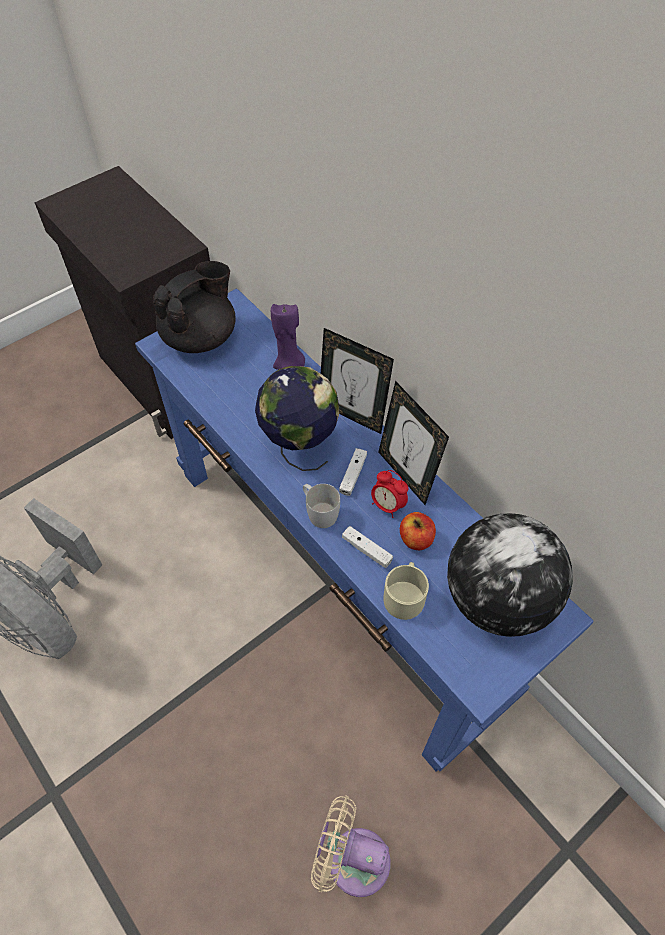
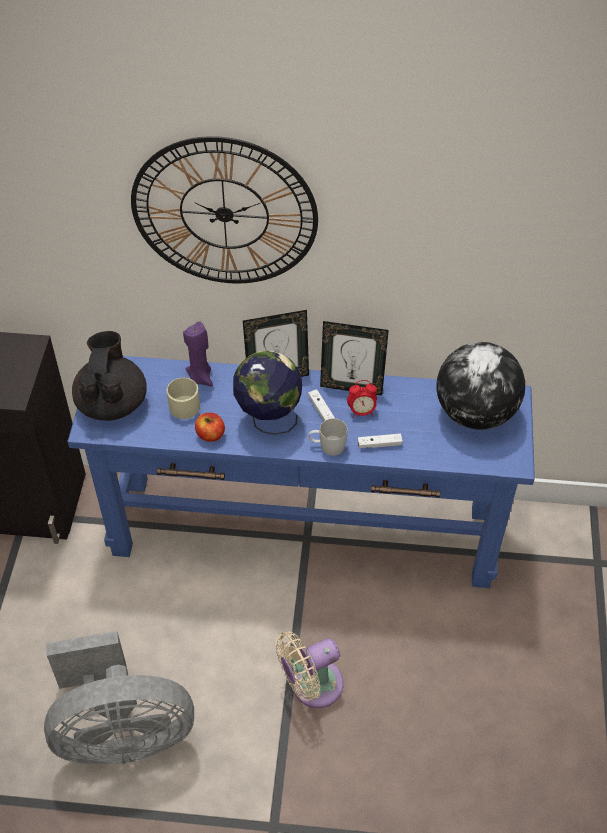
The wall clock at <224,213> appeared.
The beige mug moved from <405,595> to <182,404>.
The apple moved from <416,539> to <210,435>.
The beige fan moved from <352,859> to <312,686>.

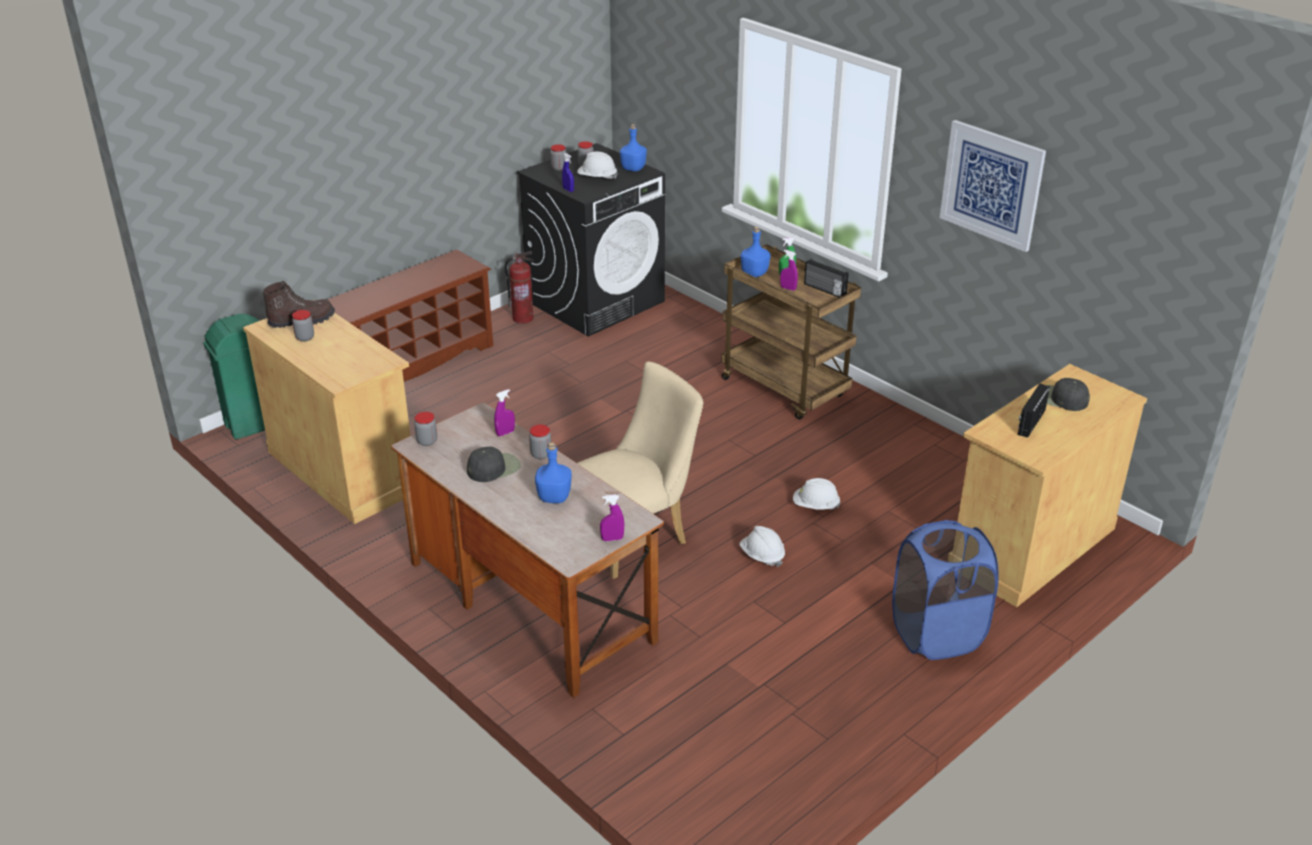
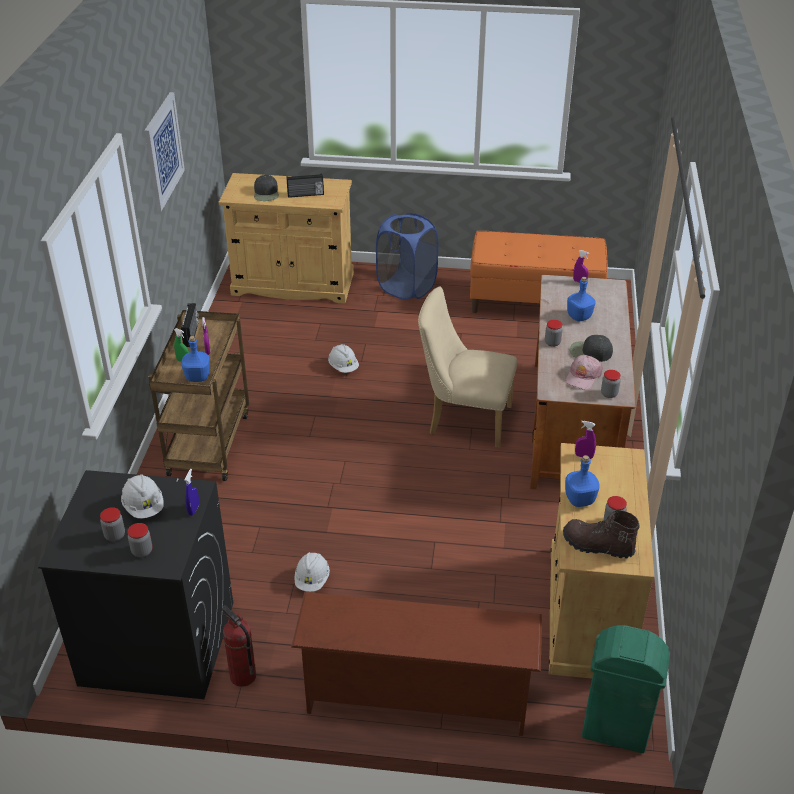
The white hard hat moved from <762,556> to <312,580>.
The orange bench at <535,301> appeared.
The pink cap at <583,376> appeared.
The blue bottle moved from <633,168> to <579,499>.
The purple spray bottle moved from <505,433> to <584,456>.

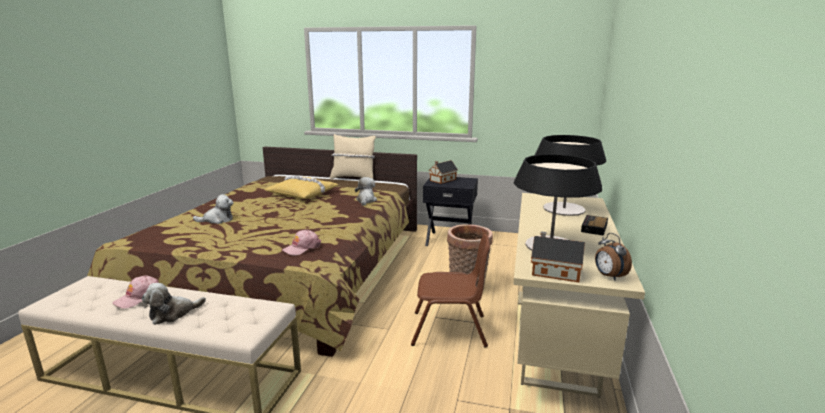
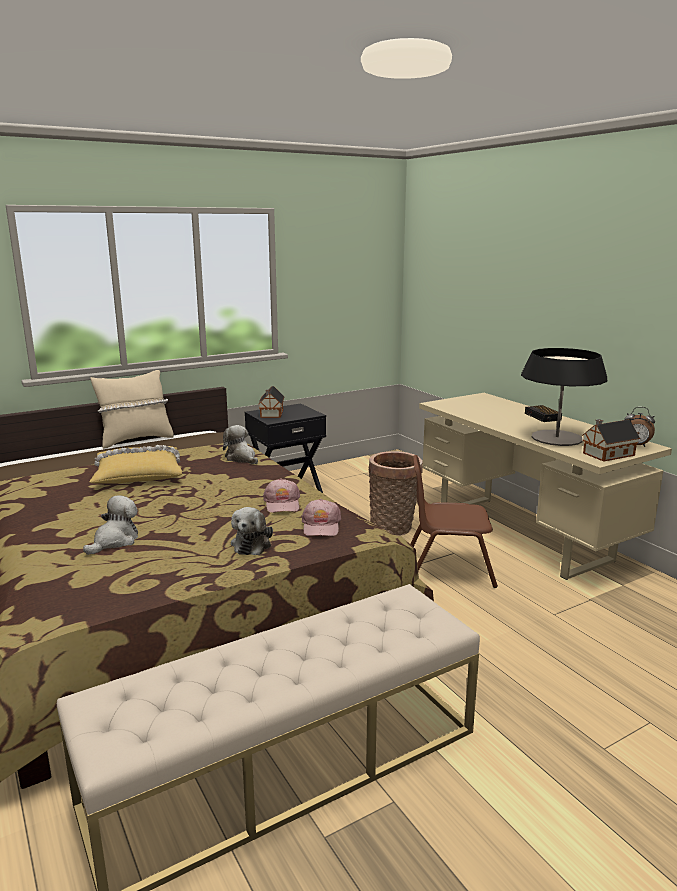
The plush toy moved from <173,314> to <252,544>.
The pink cap moved from <139,297> to <282,503>.
The brown chair at <449,330> turned 135 degrees counterclockwise.
The table lamp at <564,209> disappeared.

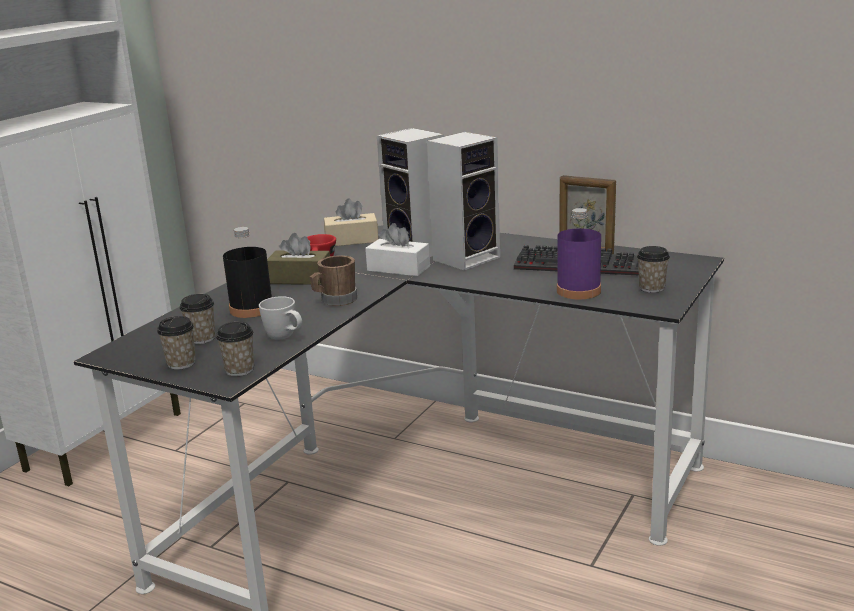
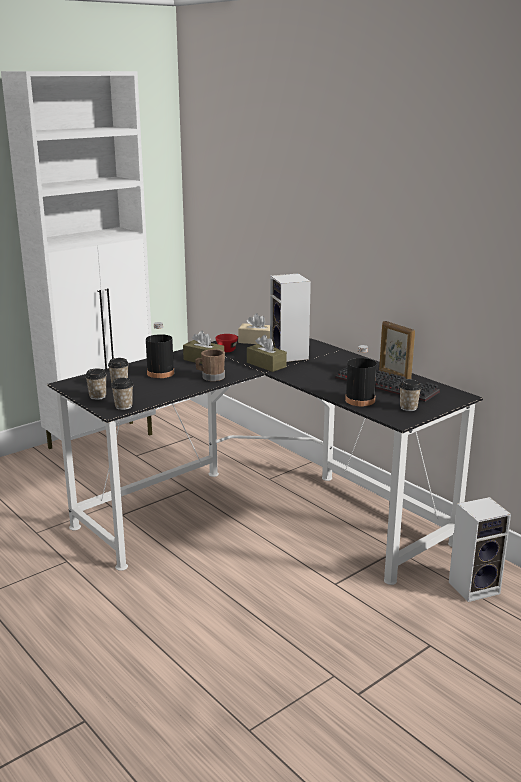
The white tissue box at <398,268> became the brown tissue box at <266,365>.
The purple bottle at <578,291> became the black bottle at <360,400>.
The speaker moved from <467,258> to <475,587>.
The white mug at <285,337> disappeared.

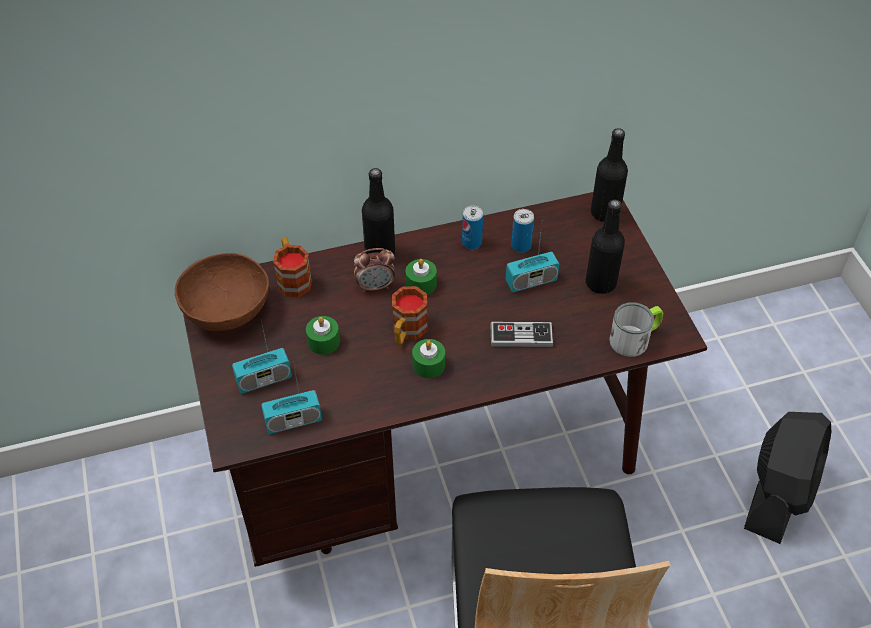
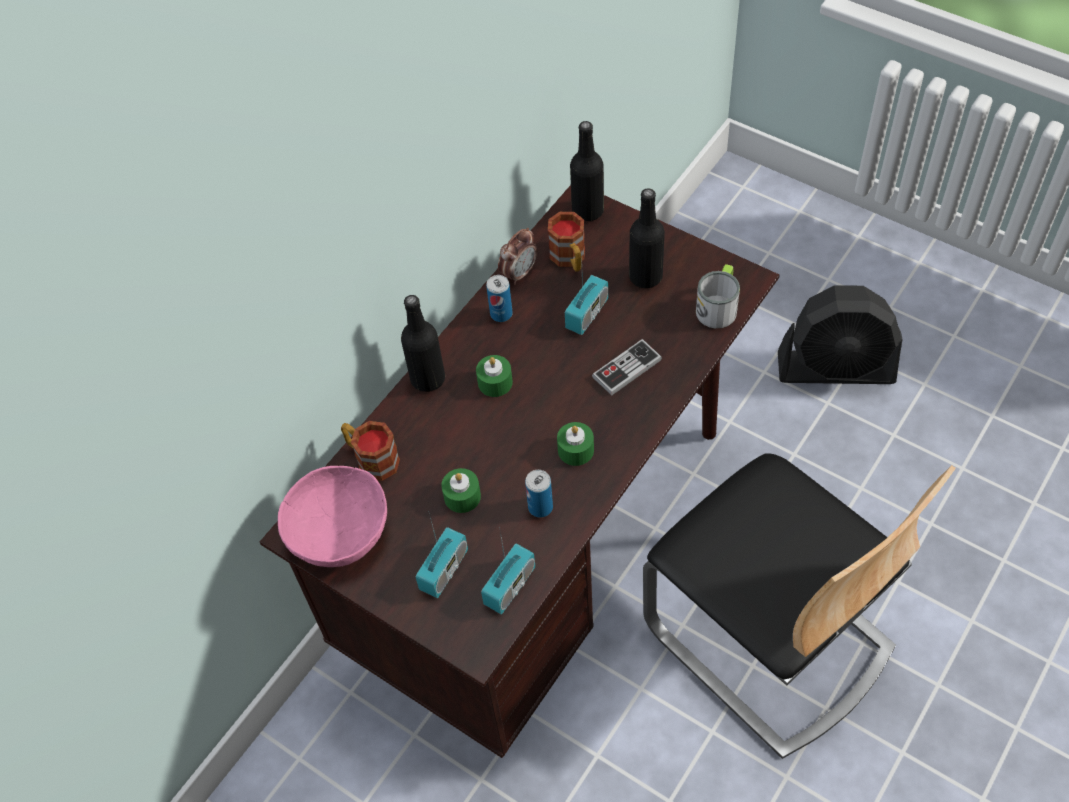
The brown bowl at <227,310> became the pink bowl at <340,533>.
The alarm clock moved from <375,286> to <519,273>.
The can moved from <521,246> to <540,507>.
The mug moved from <407,332> to <570,259>.
The black fan at <778,492> turned 105 degrees clockwise.

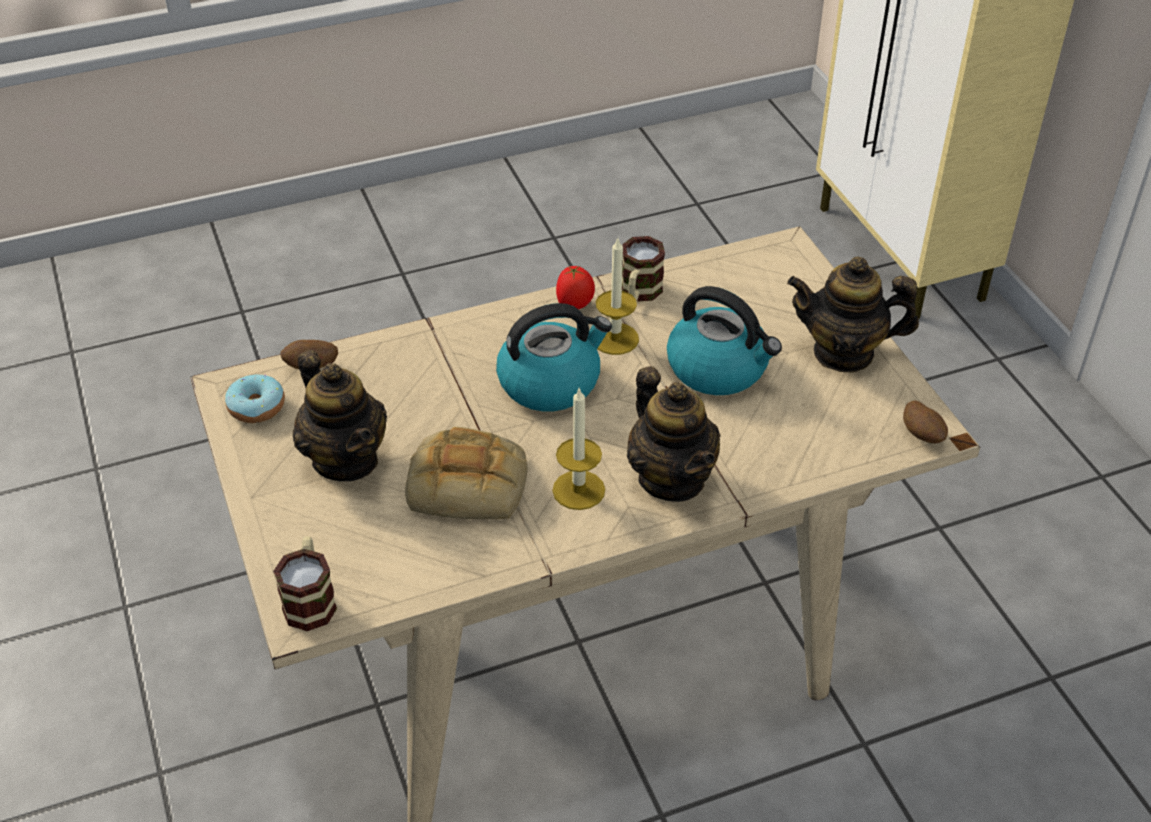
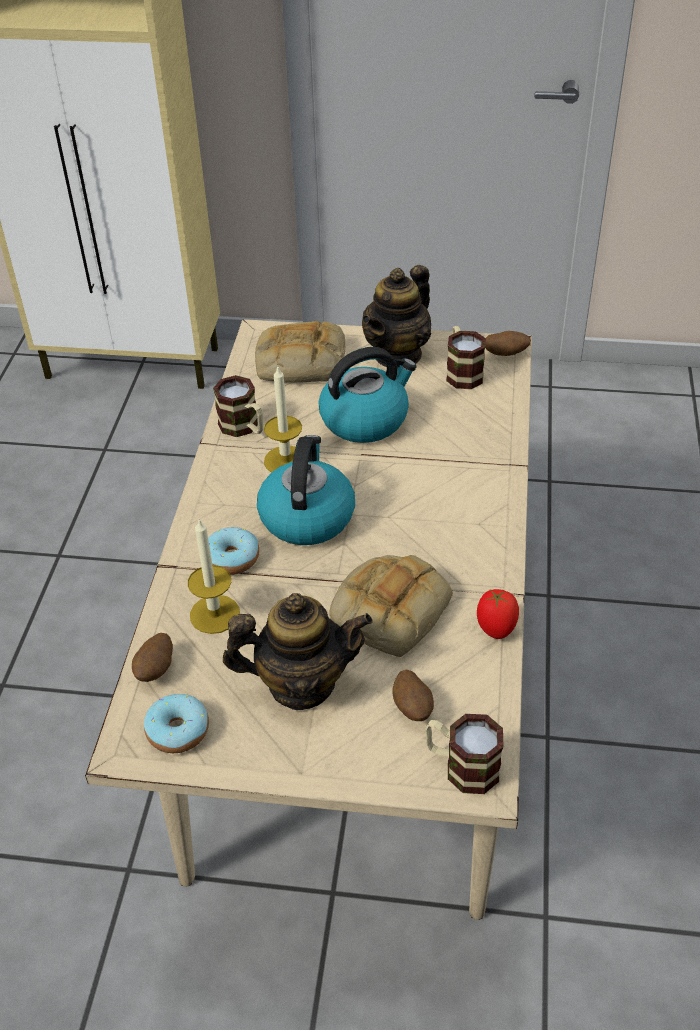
The candle moved from <578,490> to <214,614>.
The donut at <232,558> appeared.
The bread at <299,362> appeared.
The potato at <413,708> appeared.
The mug at <462,372> appeared.
The tomato moved from <575,306> to <496,629>.
The teapot at <671,479> disappeared.

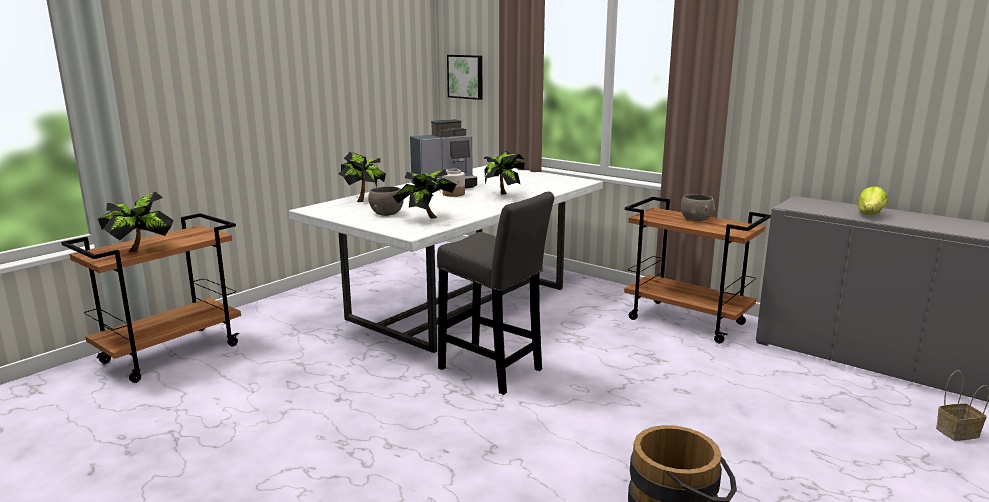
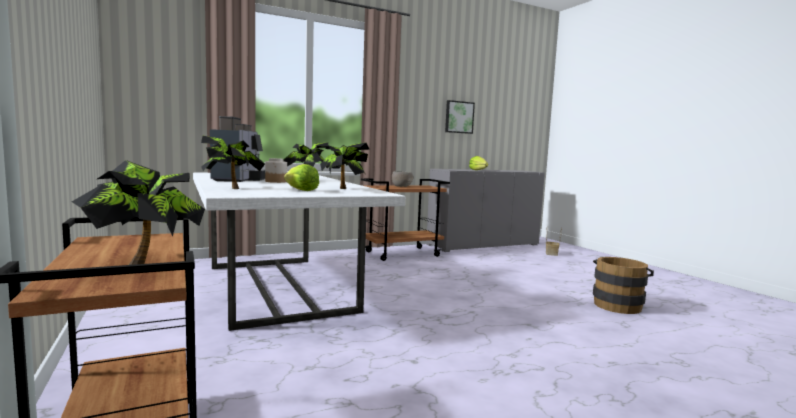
The grey bowl at <386,213> was replaced by the lettuce at <301,190>.
The picture moved from <466,76> to <458,117>.
The grey stool at <494,371> disappeared.

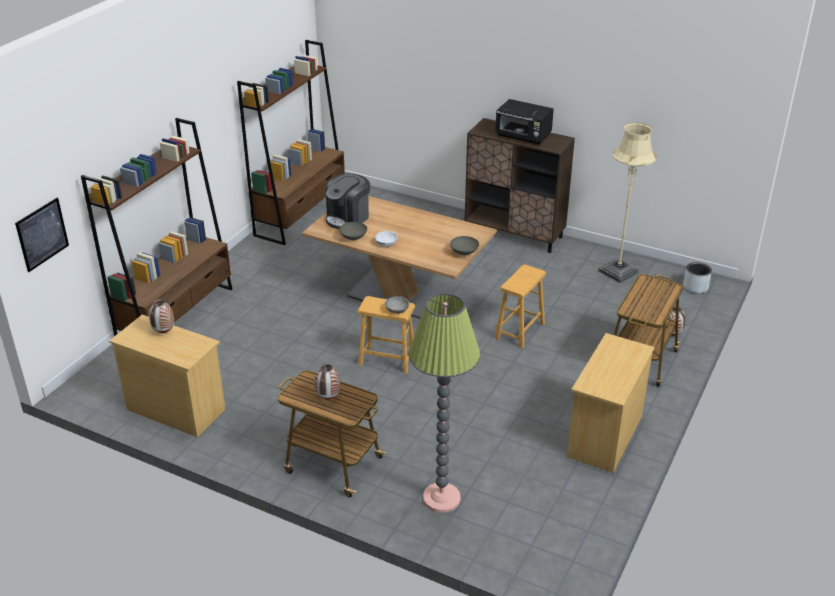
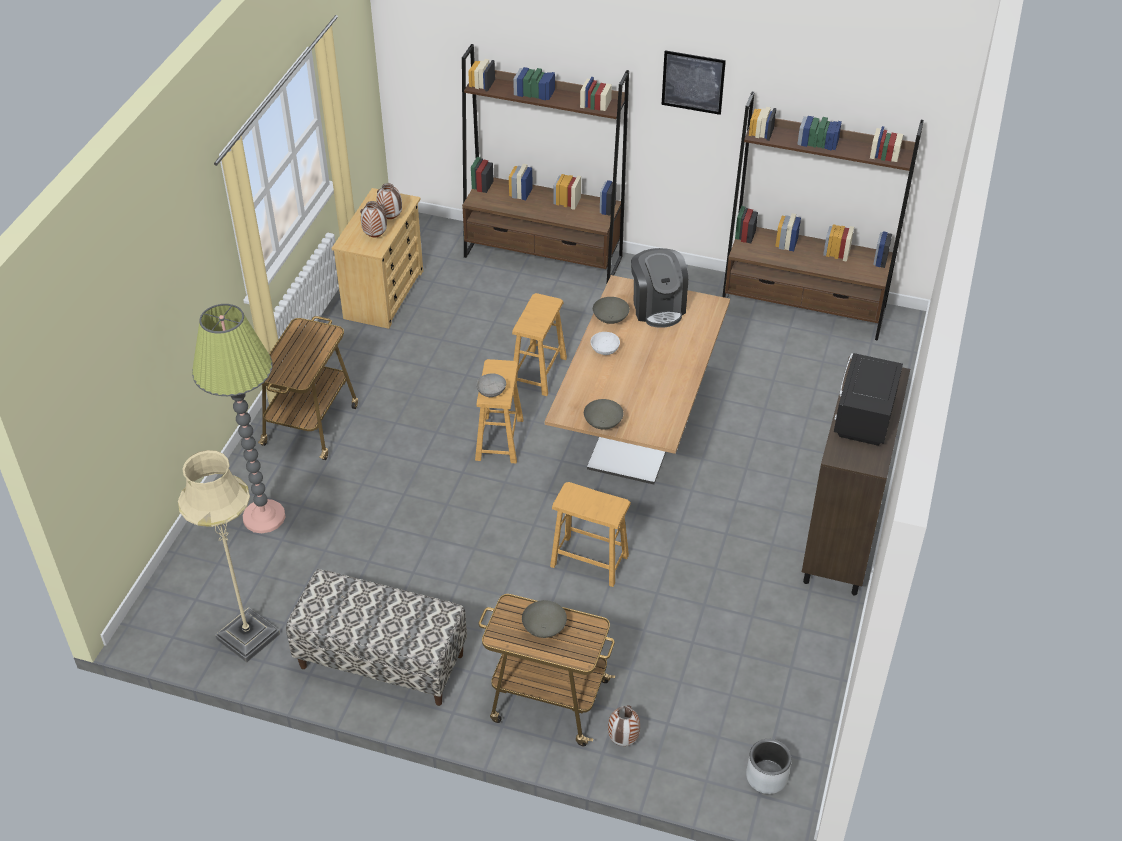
The beige floor lamp moved from <618,272> to <248,637>.
The beige dresser at <604,437> was replaced by the bench at <381,661>.
The vase moved from <328,398> to <375,236>.
The brown stool at <538,372> appeared.
The grey bowl at <544,629> appeared.
The coffee machine at <348,218> turned 135 degrees counterclockwise.
The picture moved from <42,234> to <693,82>.

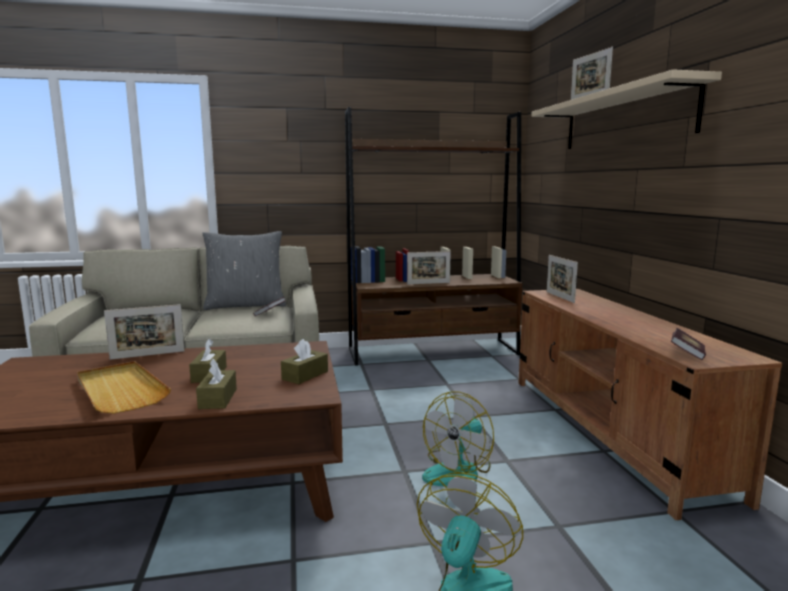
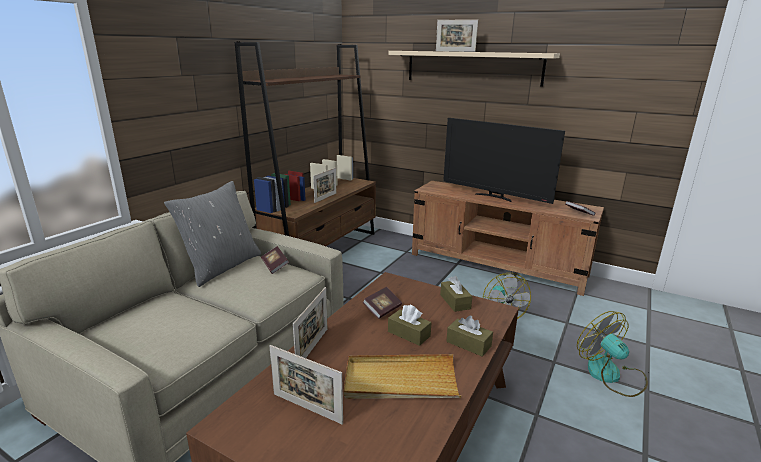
The picture frame moved from <560,297> to <307,408>.
The book at <382,310> appeared.
The television at <494,197> appeared.

